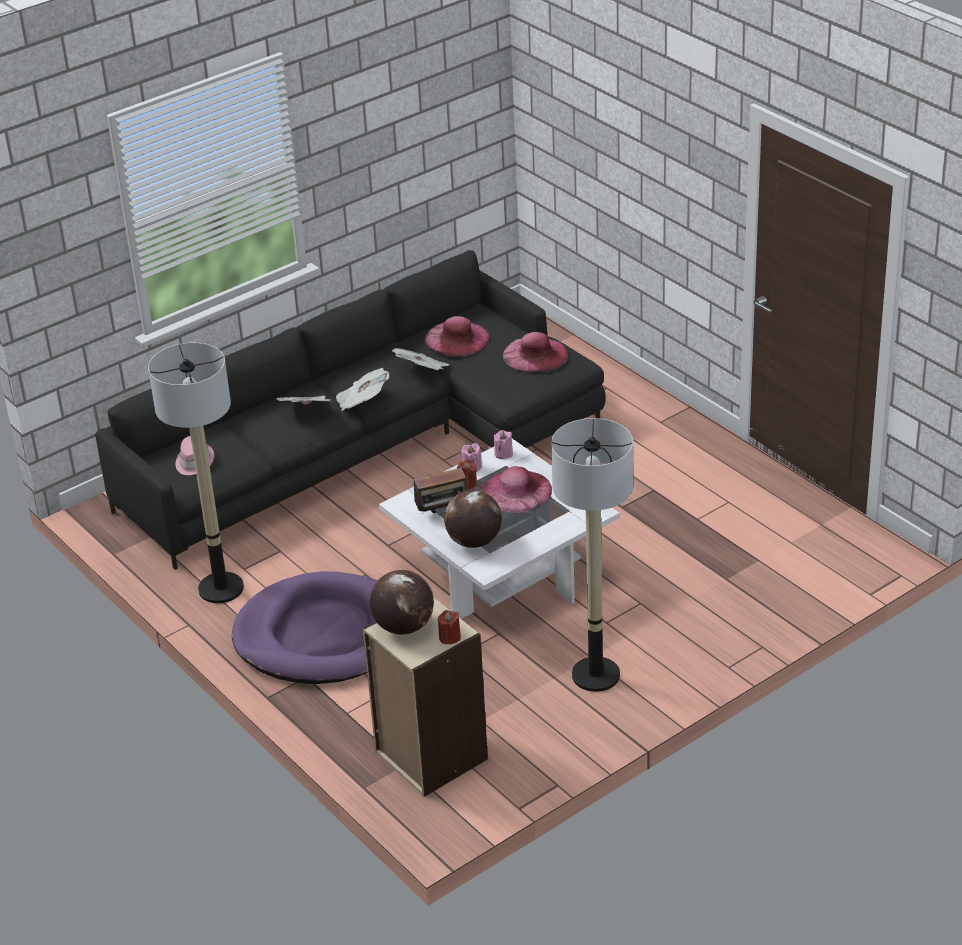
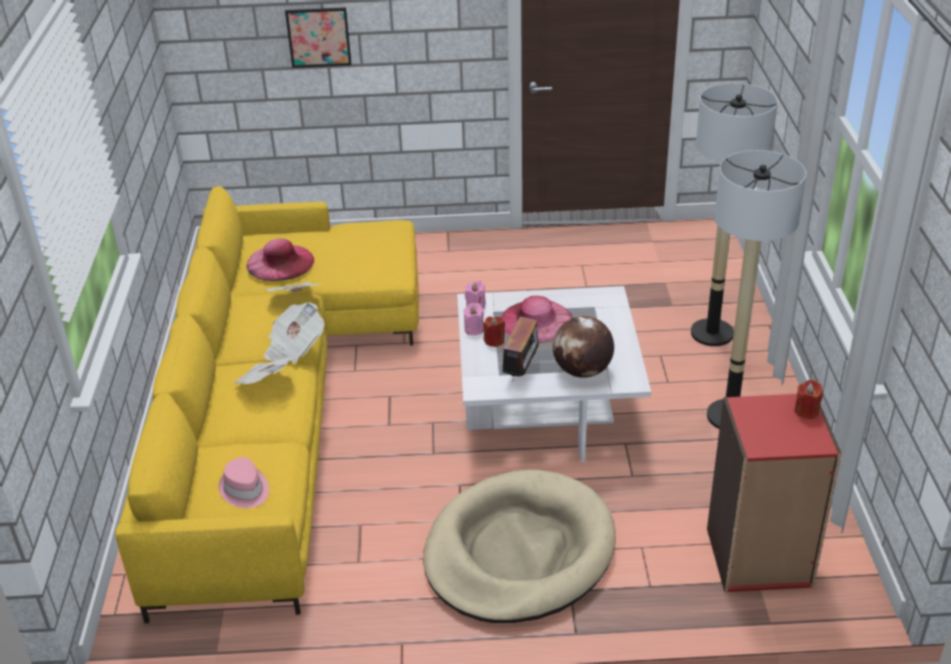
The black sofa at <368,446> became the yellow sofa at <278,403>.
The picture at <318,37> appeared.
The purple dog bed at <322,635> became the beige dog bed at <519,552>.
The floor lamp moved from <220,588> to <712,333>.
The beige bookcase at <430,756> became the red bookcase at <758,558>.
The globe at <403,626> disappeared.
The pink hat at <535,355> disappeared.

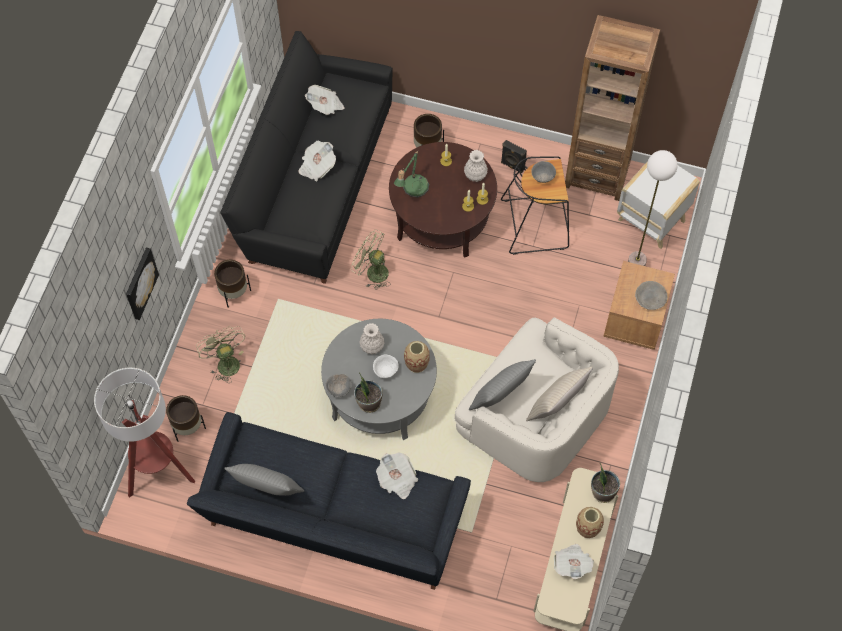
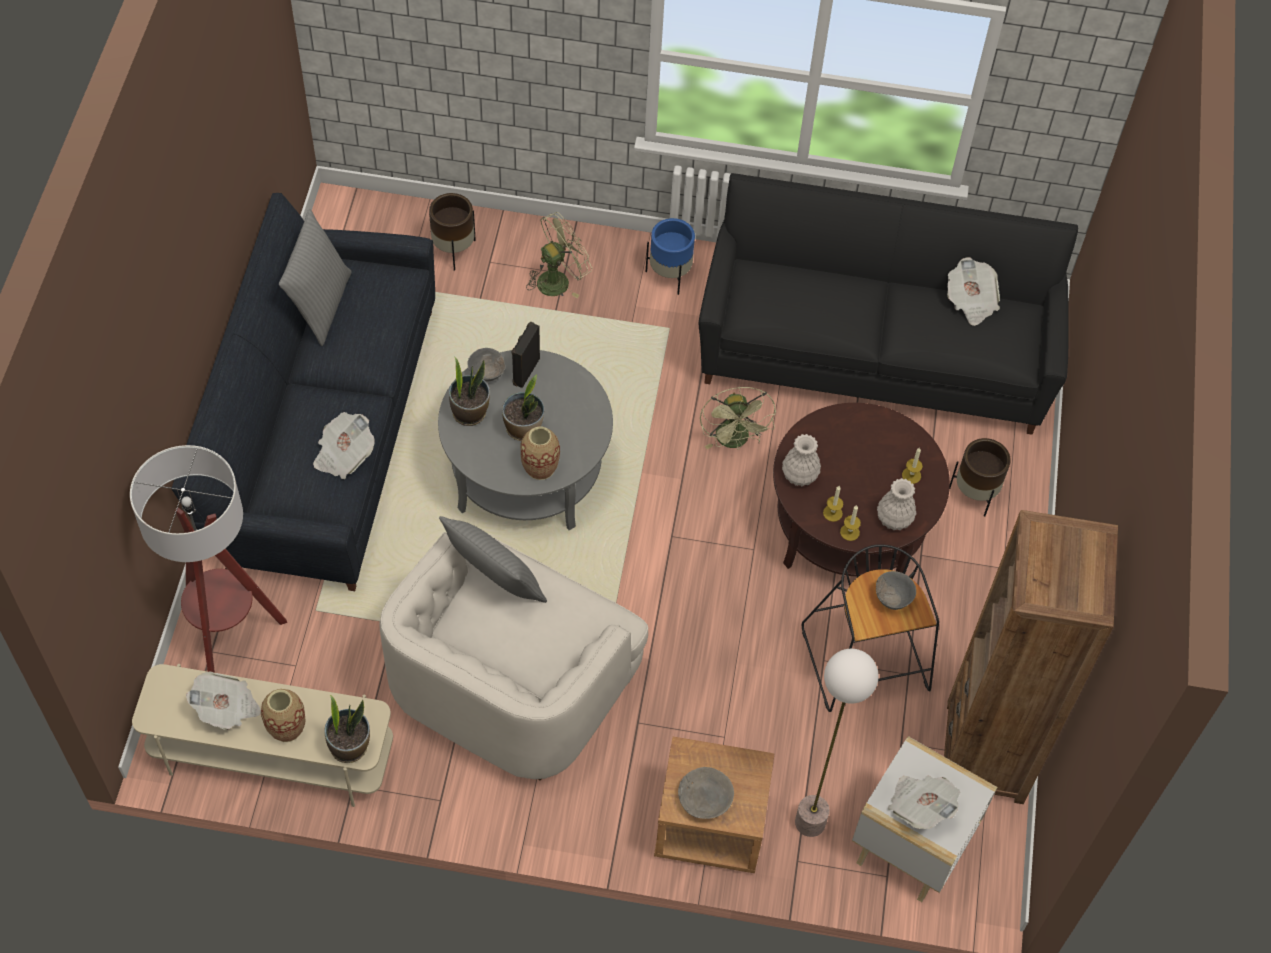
The floor lamp moved from <159,471> to <228,638>.
The white bowl at <385,371> was replaced by the potted plant at <523,429>.
The black speaker moved from <512,166> to <525,371>.
The brown planter at <234,293> became the blue planter at <670,275>.
The green fan at <372,272> turned 150 degrees clockwise.
The white vase moved from <372,346> to <800,475>.
The newspaper moved from <317,166> to <920,806>.
The picture at <140,283> disappeared.
The table lamp at <413,189> disappeared.
The beige pillow at <556,406> disappeared.

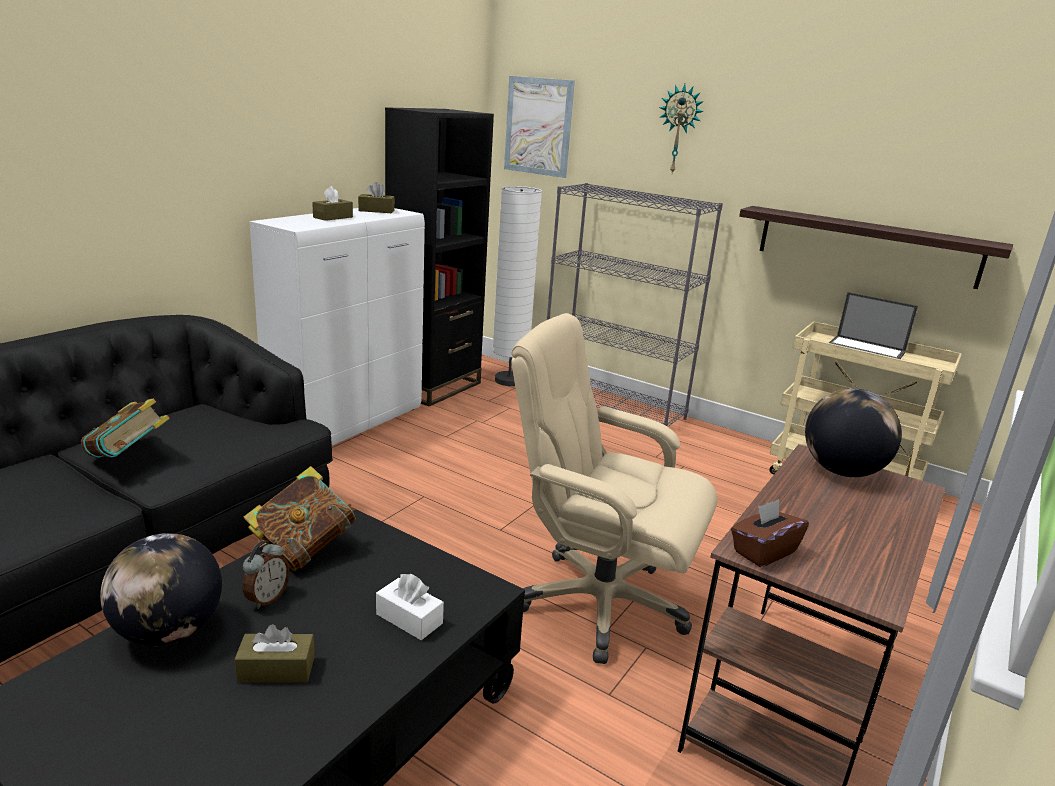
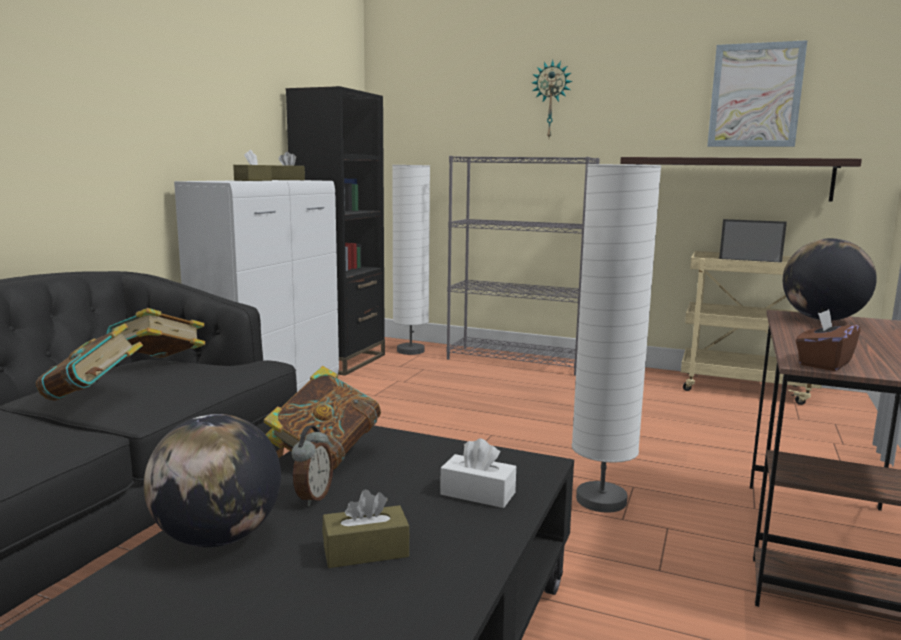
The book at <158,365> appeared.
The beige office chair at <599,603> was replaced by the white floor lamp at <601,500>.
The picture moved from <538,126> to <755,95>.

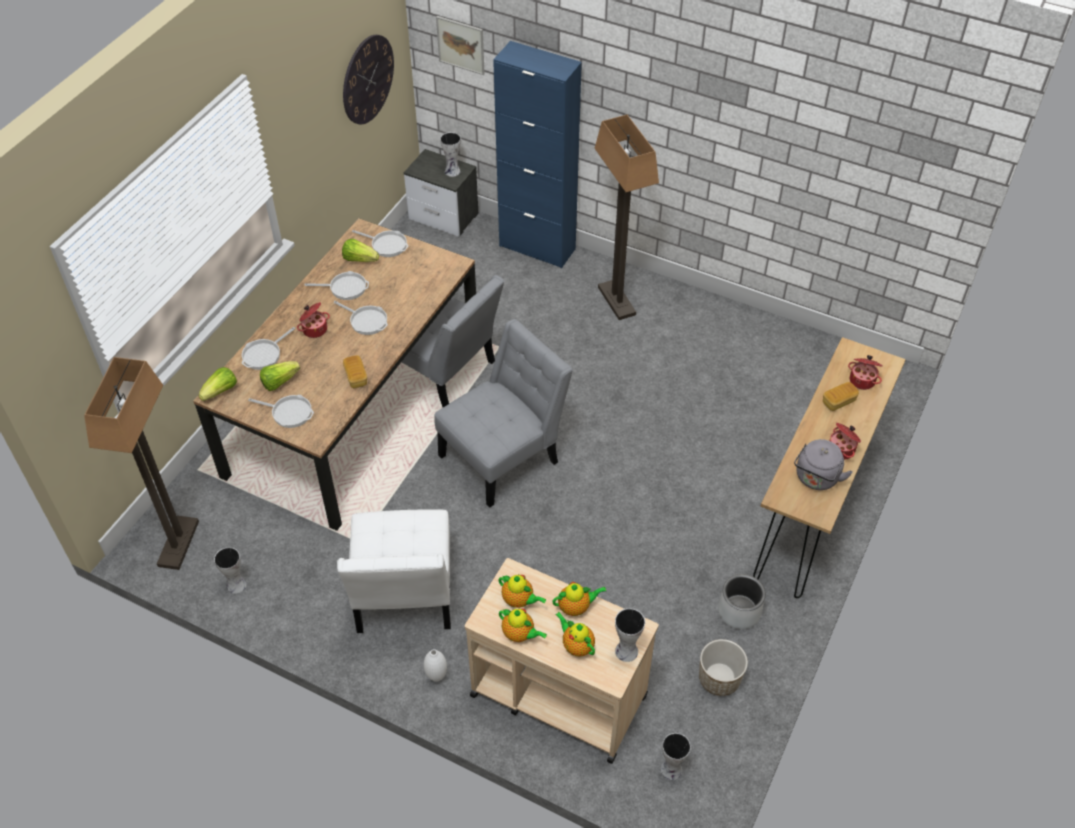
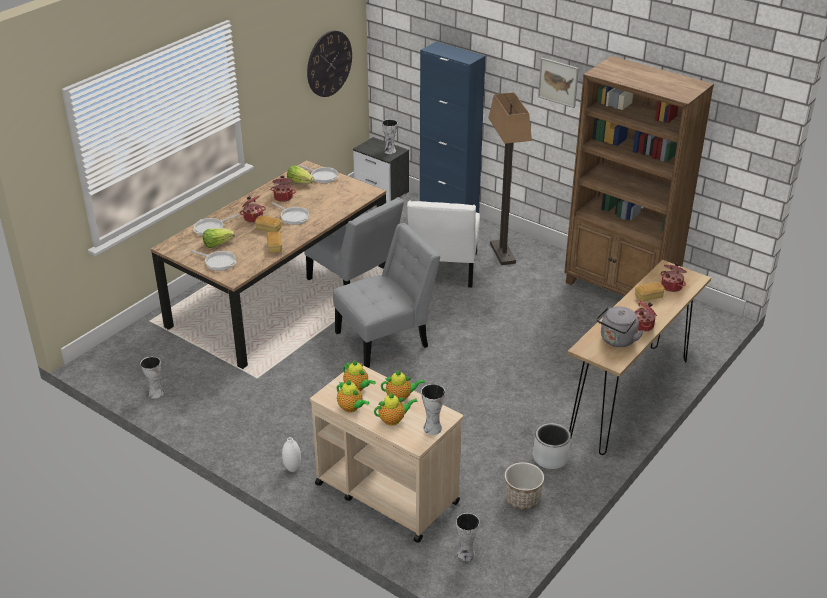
The bread at <268,229> appeared.
The frying pan at <345,288> was replaced by the cooking pot at <283,197>.
The teapot at <576,645> turned 105 degrees clockwise.
The white chair moved from <404,597> to <443,270>.
The picture moved from <461,45> to <558,82>.
The brown bookcase at <620,289> appeared.
The floor lamp at <178,543> disappeared.
The lettuce at <221,391> disappeared.

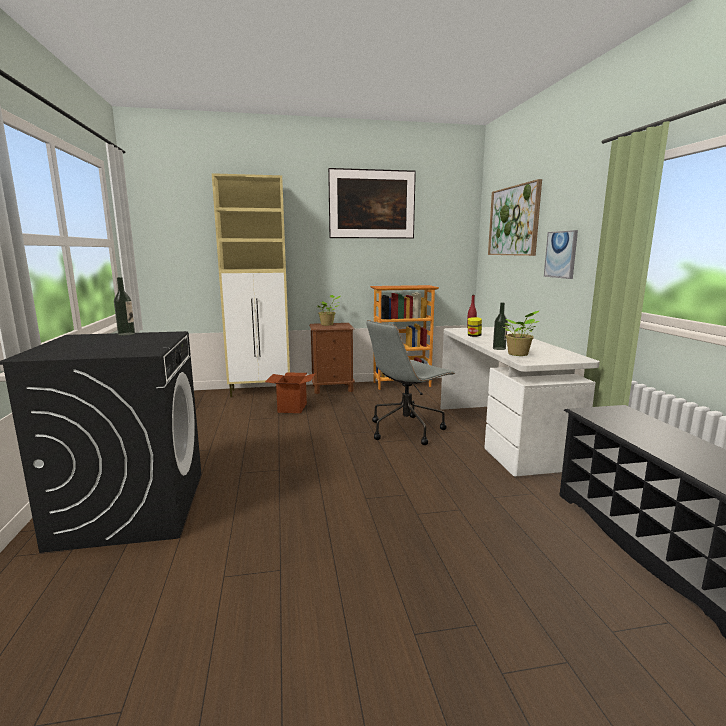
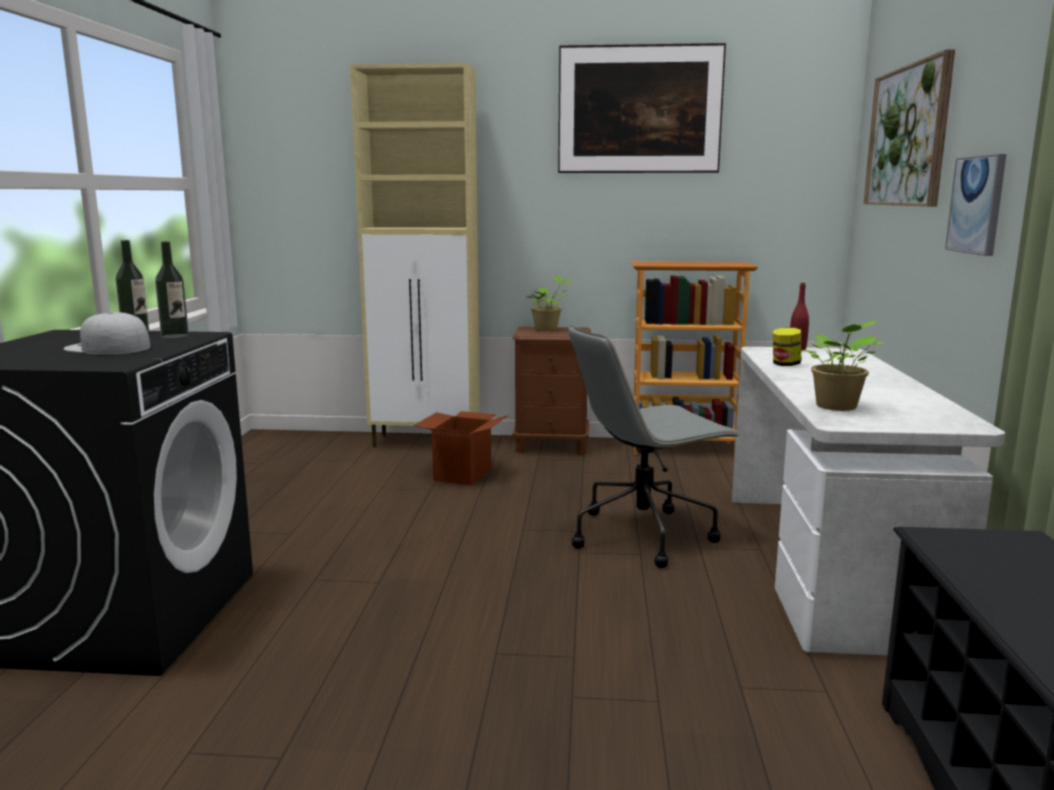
The white cap at <106,348> appeared.
The bottle moved from <499,348> to <175,336>.

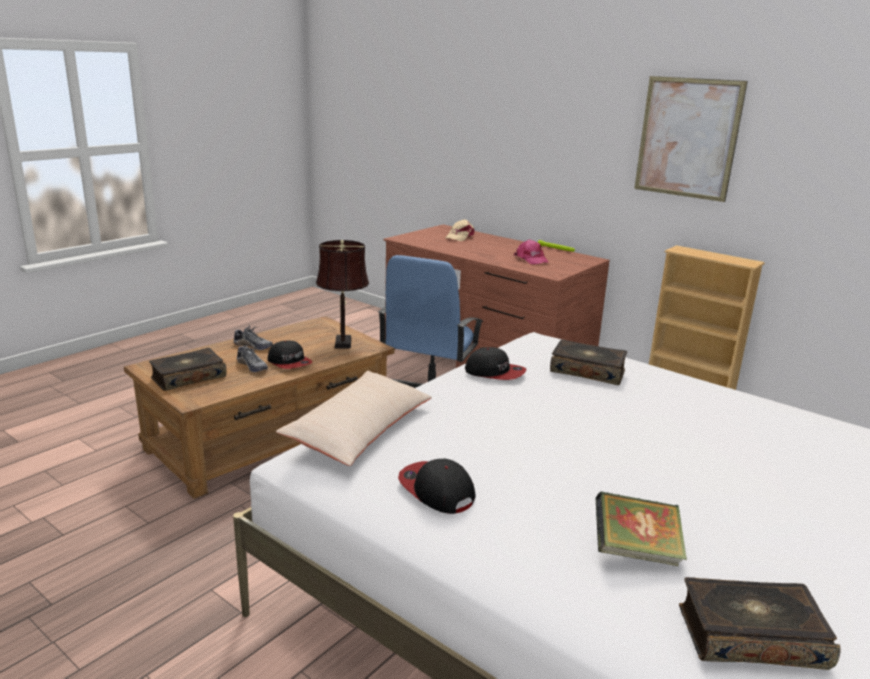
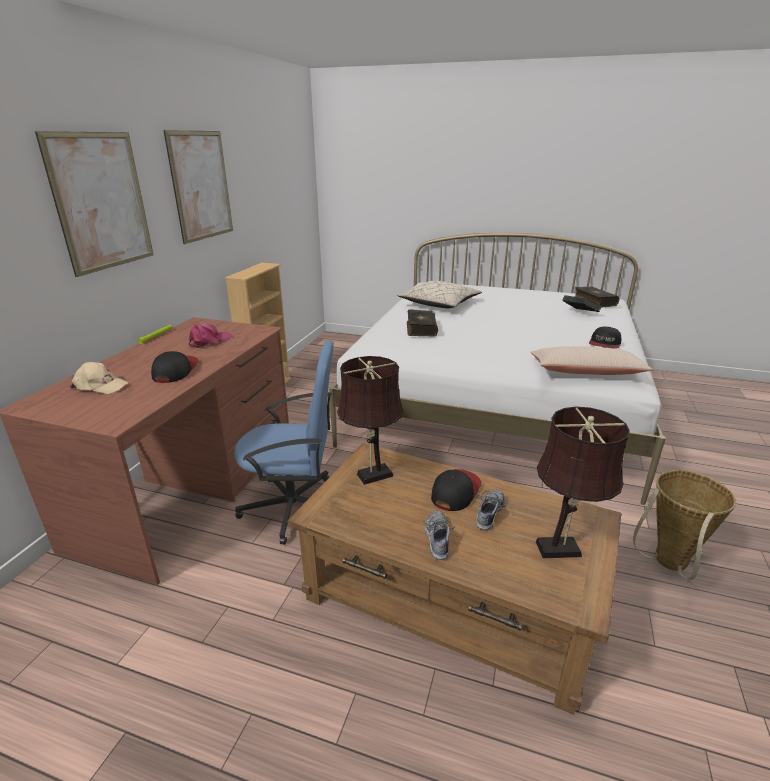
The picture at <102,202> appeared.
The cap moved from <495,372> to <175,371>.
The beige pillow at <439,304> appeared.
The book at <188,377> was replaced by the brown table lamp at <562,549>.
The basket at <667,565> appeared.

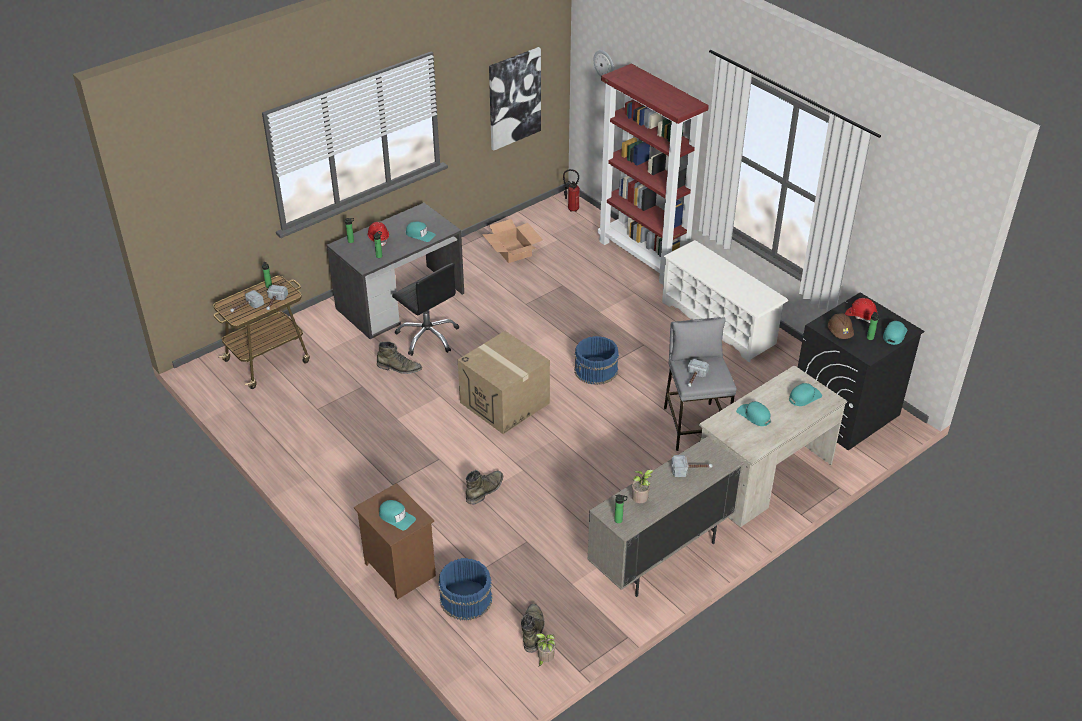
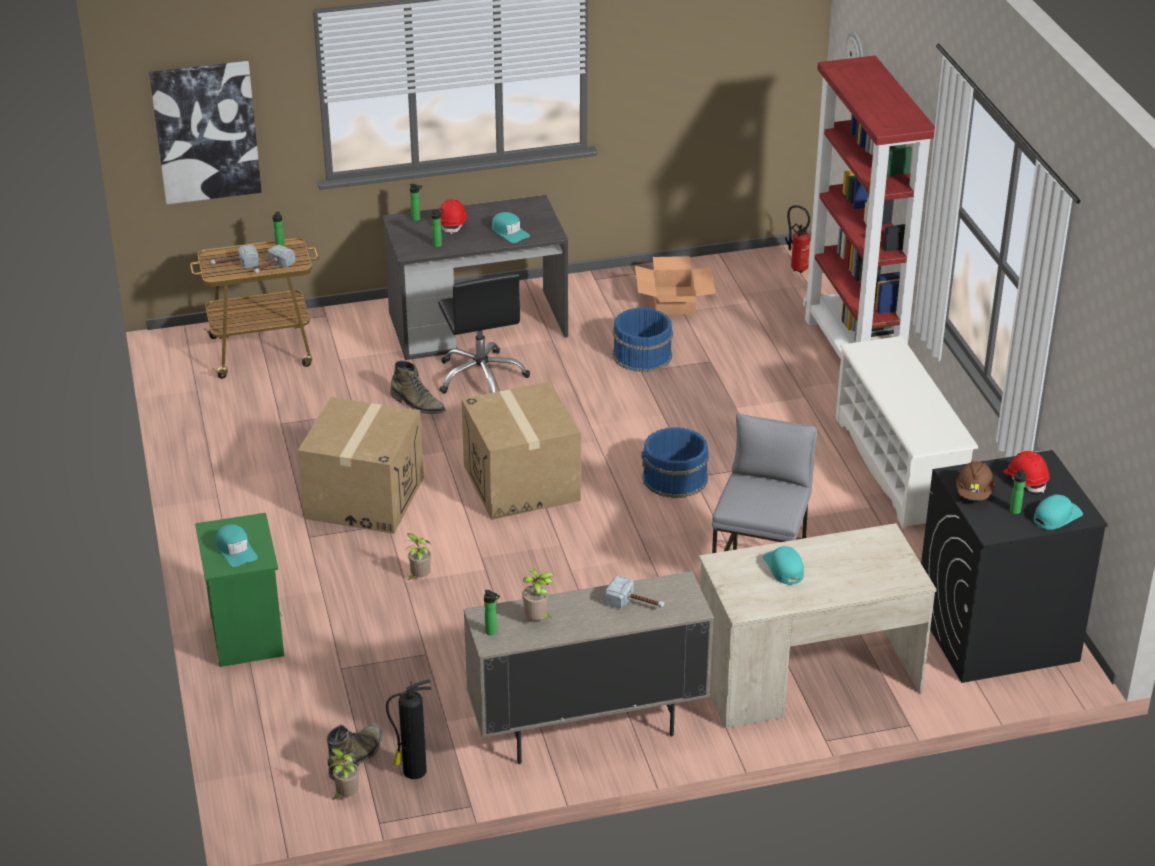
The picture moved from <514,98> to <206,132>.
The brown nightstand at <398,569> became the green nightstand at <245,634>.
The cardboard box at <364,498> appeared.
The fire extinguisher at <413,771> appeared.
The green boot at <485,490> was replaced by the potted plant at <419,578>.
The blue bucket moved from <465,599> to <641,355>.
The hammer at <694,379> disappeared.
The turquoise cap at <804,397> disappeared.

